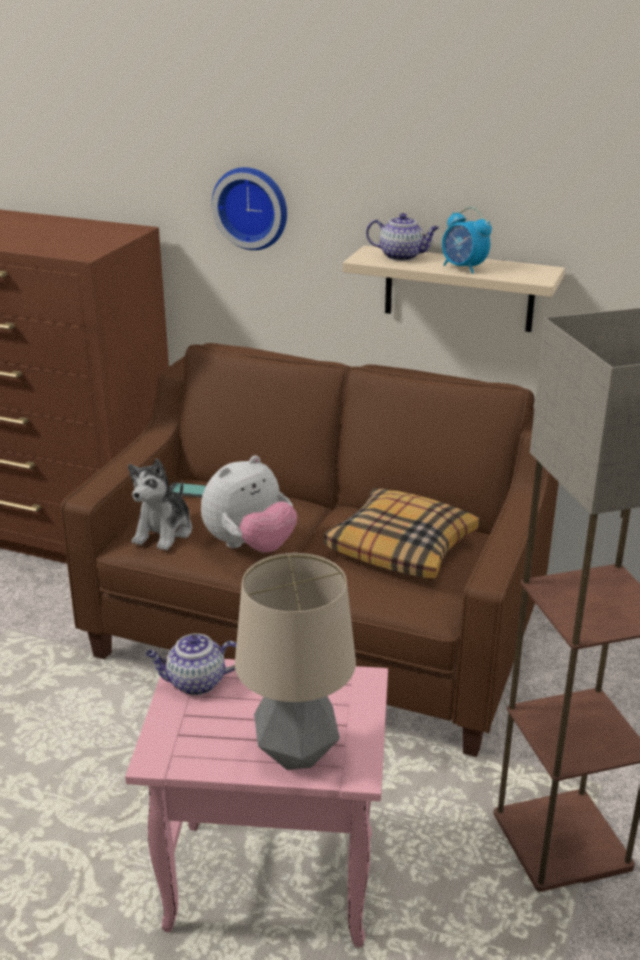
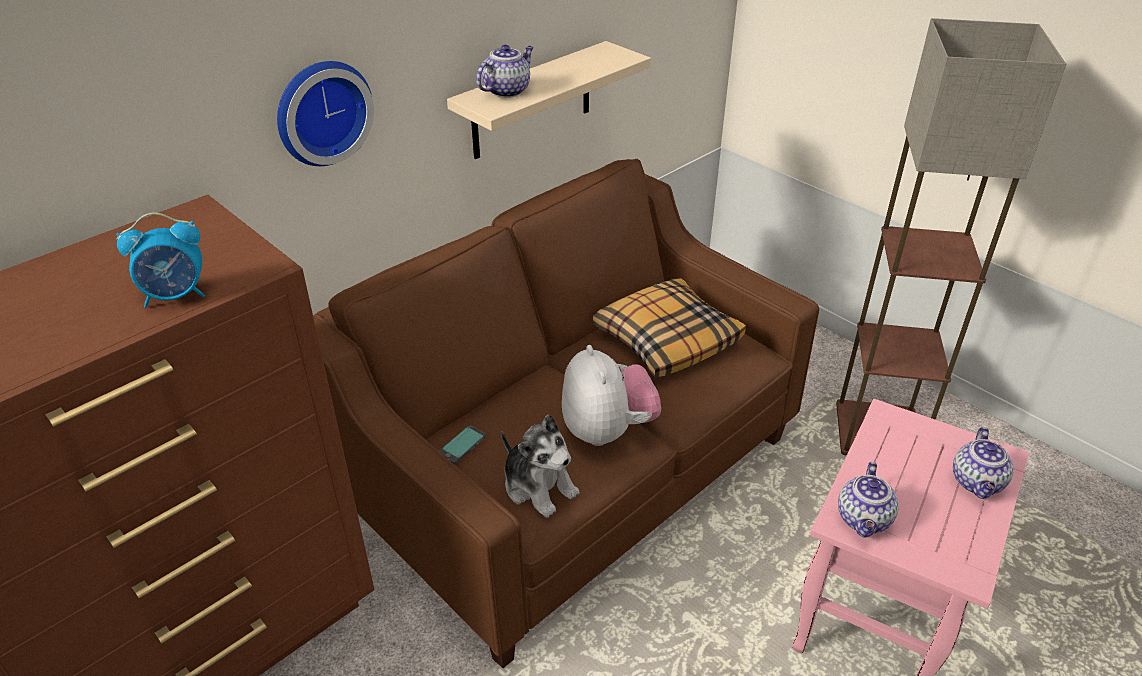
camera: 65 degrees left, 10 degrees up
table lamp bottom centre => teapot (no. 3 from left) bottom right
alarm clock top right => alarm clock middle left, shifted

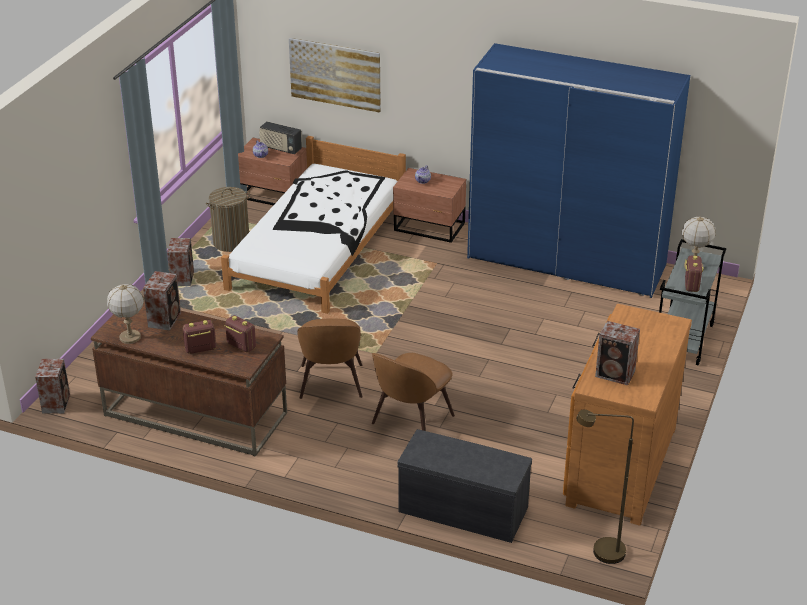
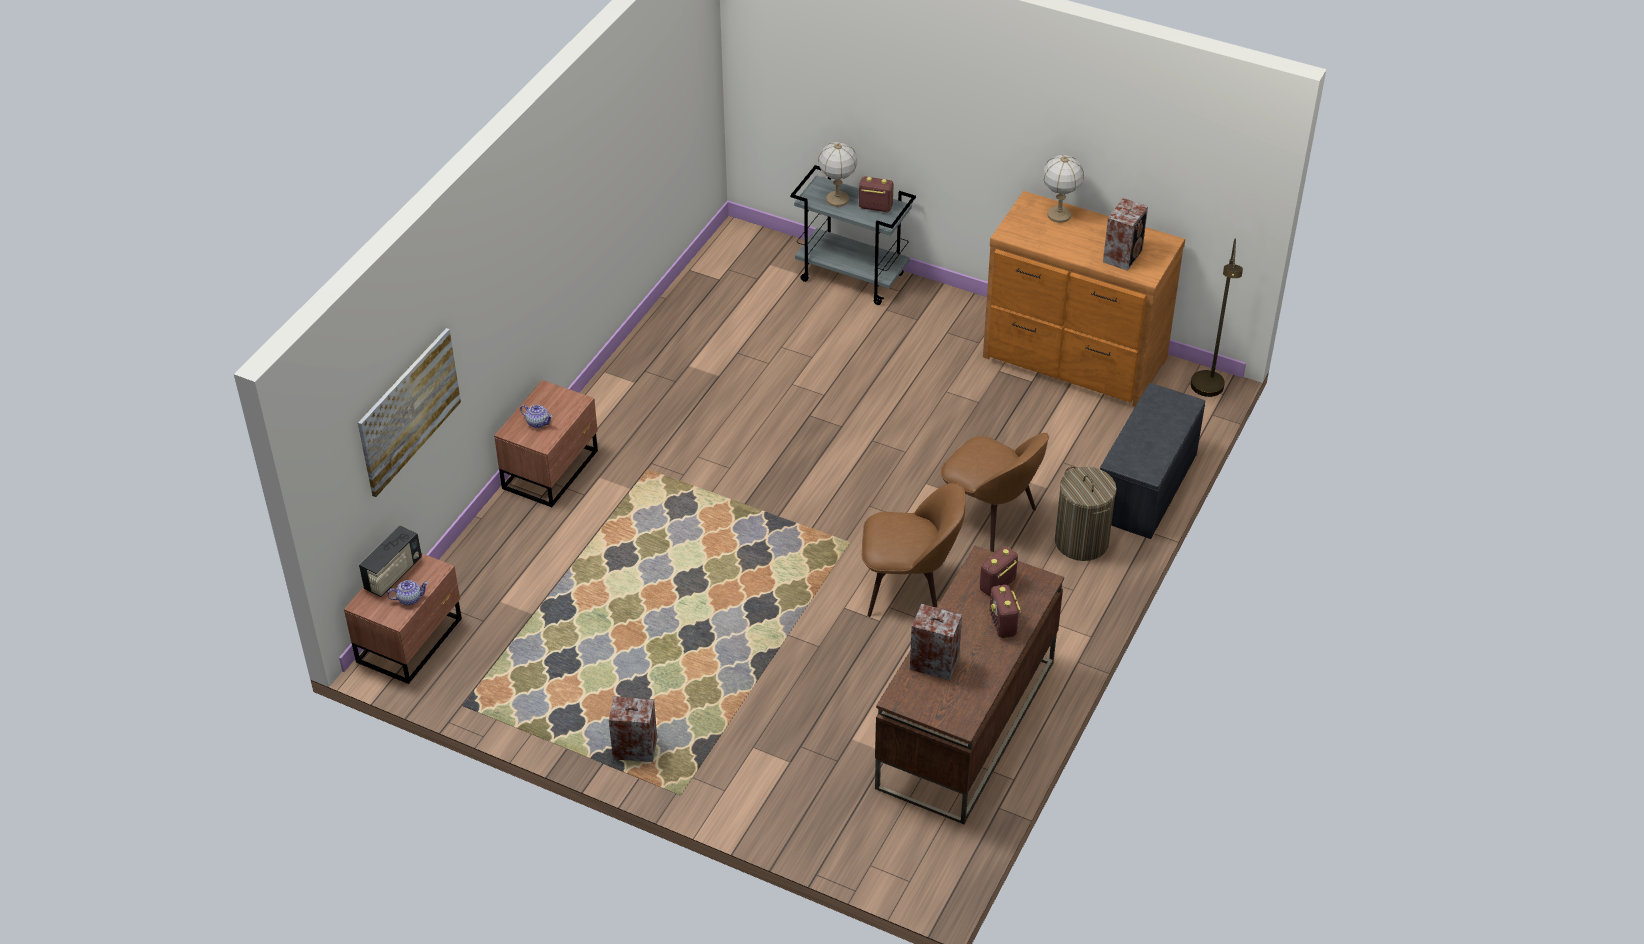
camera: 85 degrees left, 10 degrees up
speaker (no. 1 from left) middle left => nothing
table lamp (no. 1 from left in the first image) middle left => table lamp (no. 2 from left) top centre, shifted
laundry basket middle left => laundry basket centre, shifted
white bed centre => nothing
blue wardrobe top right => nothing

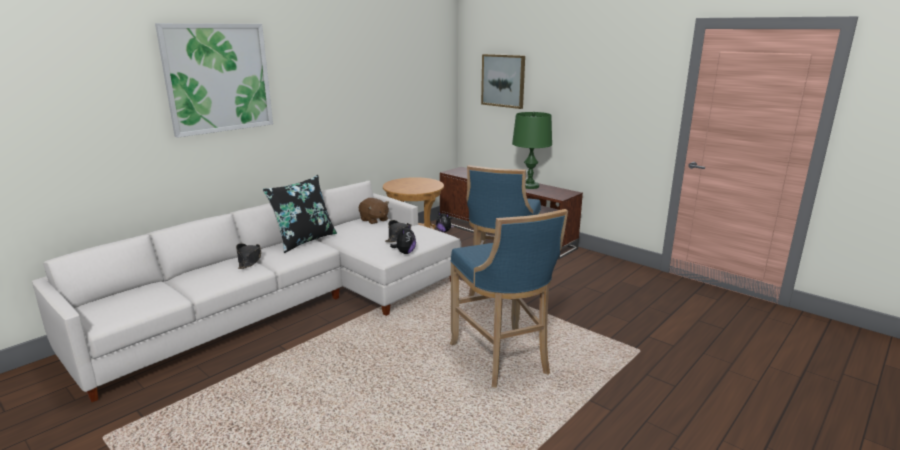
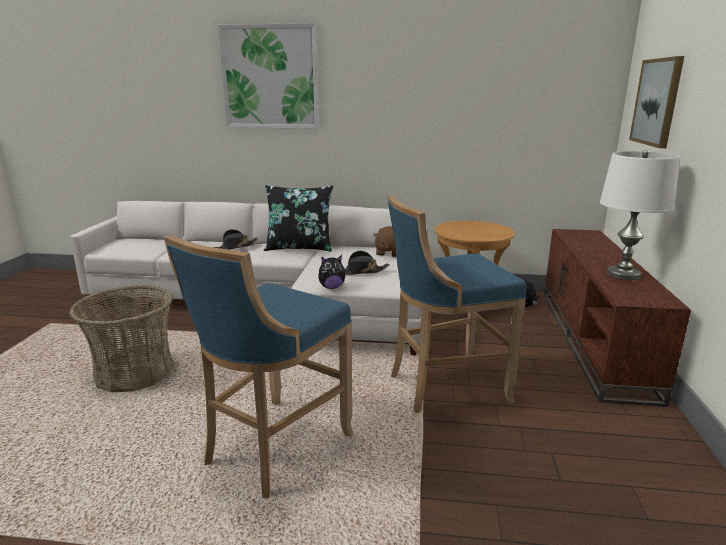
camera: 55 degrees right, 0 degrees up
green table lamp centre => white table lamp middle right
nothing => basket middle left

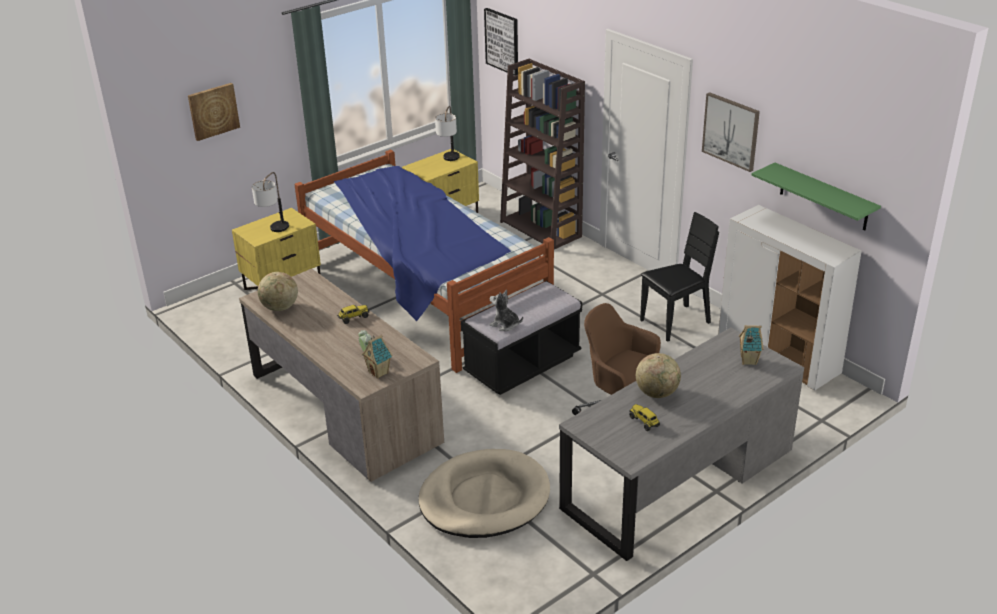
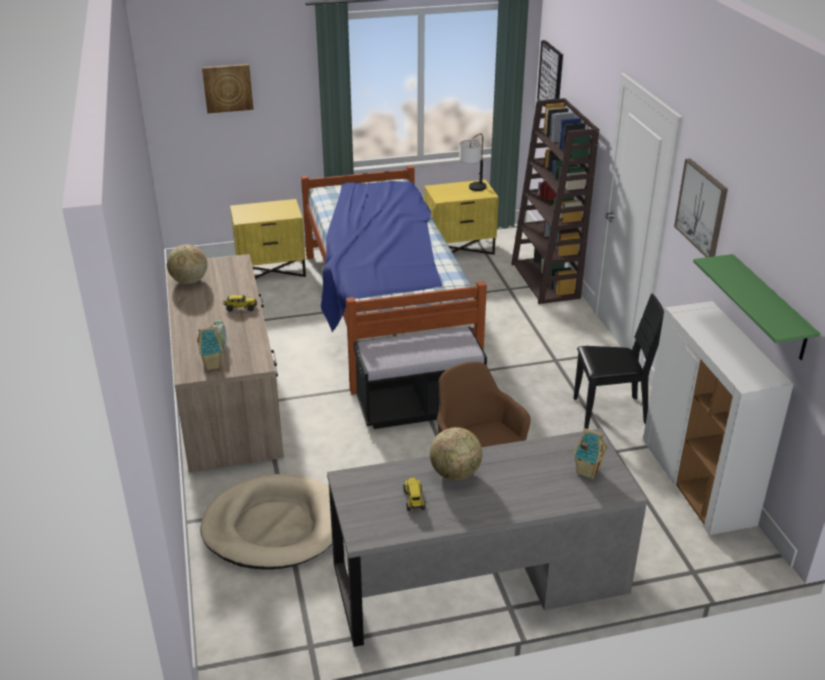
camera: 25 degrees right, 0 degrees up
table lamp (no. 1 from left) top left => nothing
plush toy centre => nothing

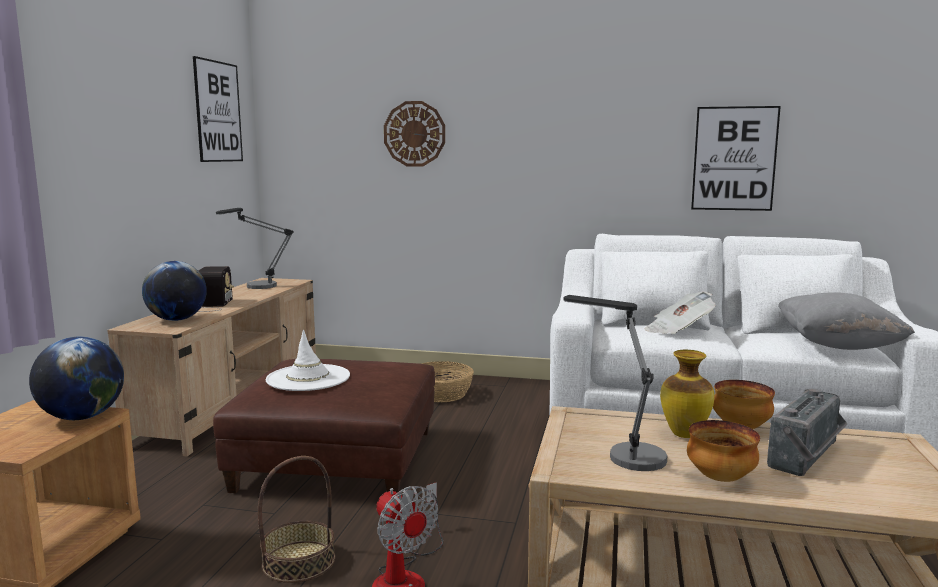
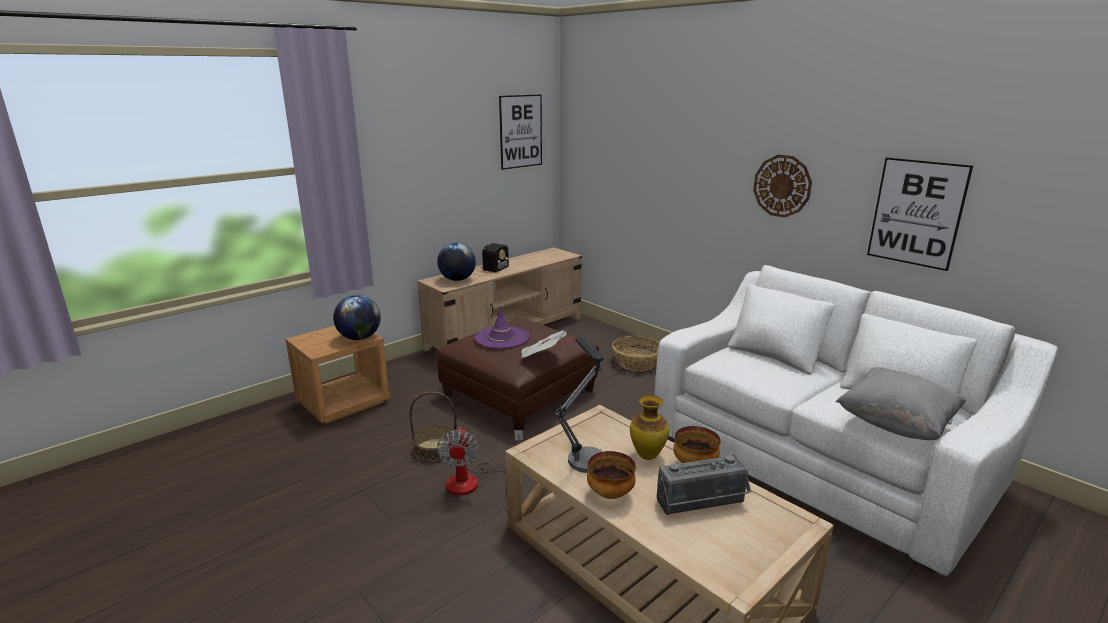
camera: 35 degrees right, 10 degrees up
table lamp (no. 1 from left) middle left => nothing
white hat middle left => purple hat centre
wall clock top centre => wall clock top right, shifted
newspaper middle right => newspaper centre, shifted

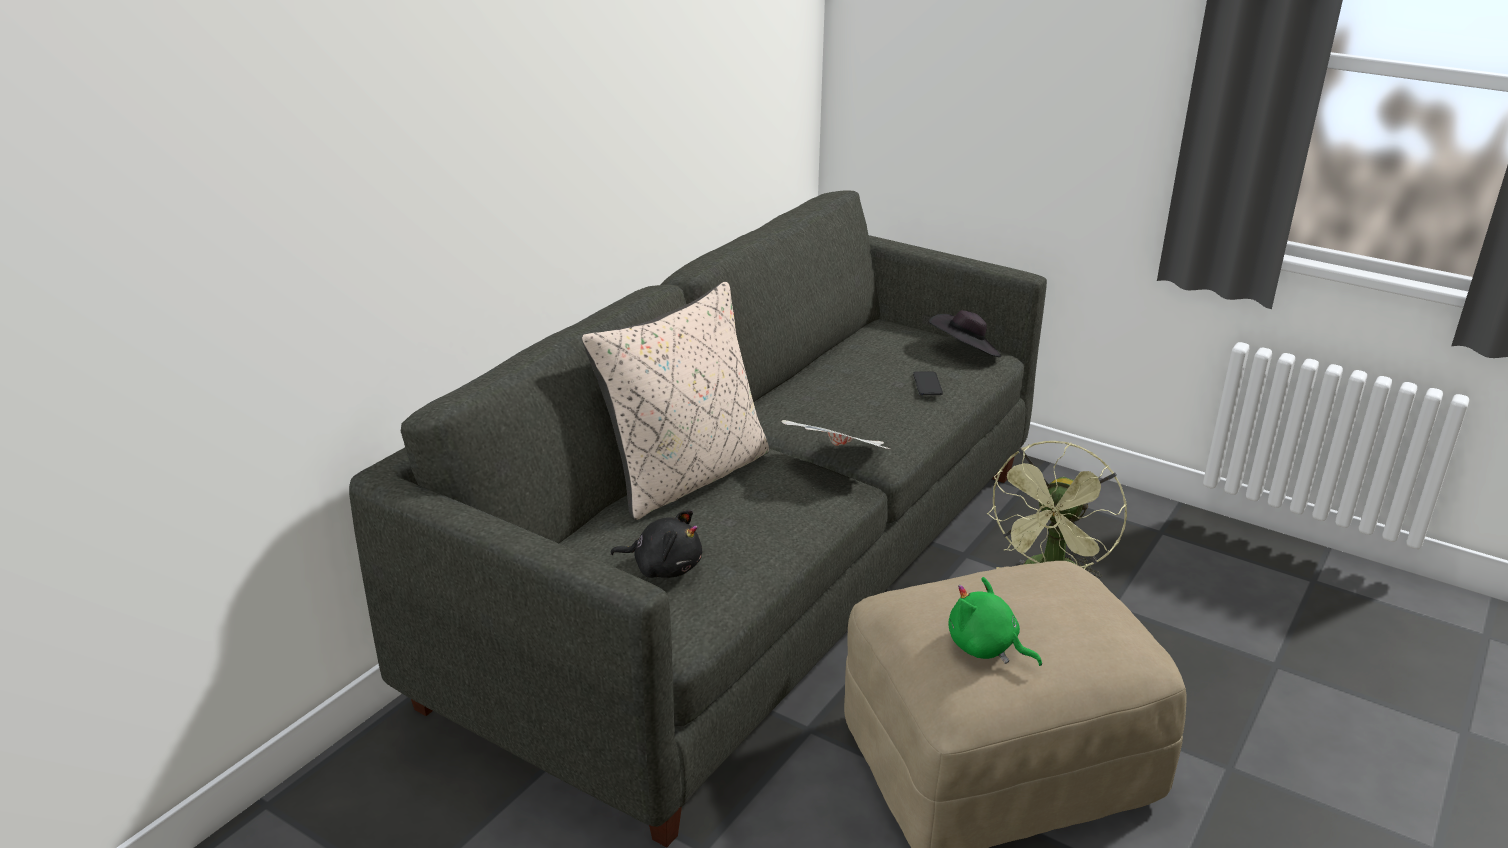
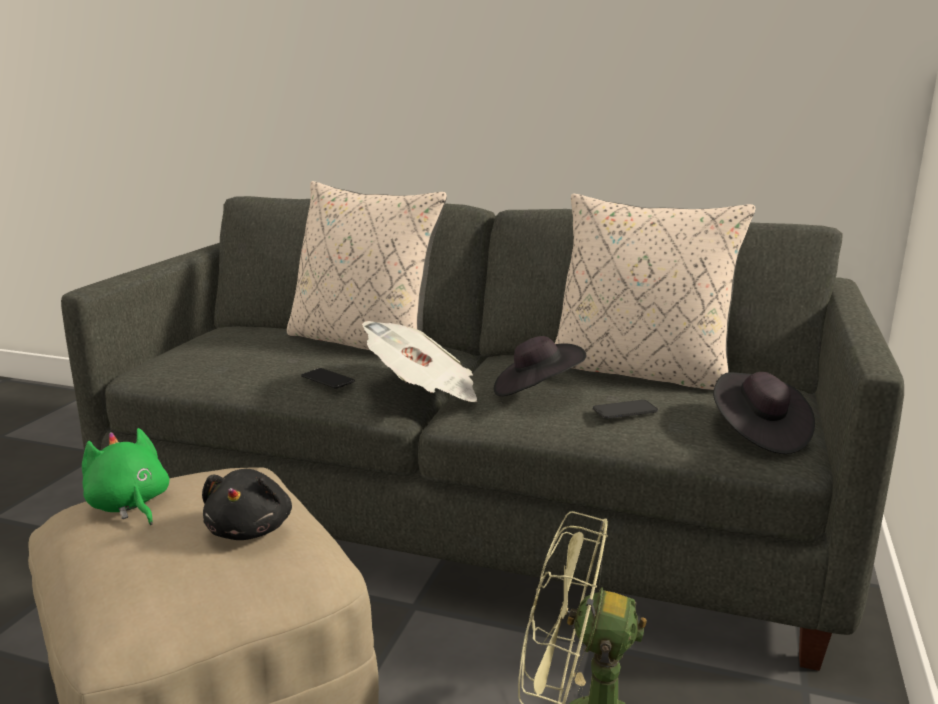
camera: 75 degrees right, 10 degrees down
black plush toy centre => black plush toy bottom left, shifted
green plush toy bottom centre => green plush toy bottom left, 60 degrees counterclockwise
nothing => phone (no. 1 from left) centre
nothing => black hat (no. 1 from left) centre
nothing => beige pillow (no. 2 from left) middle right

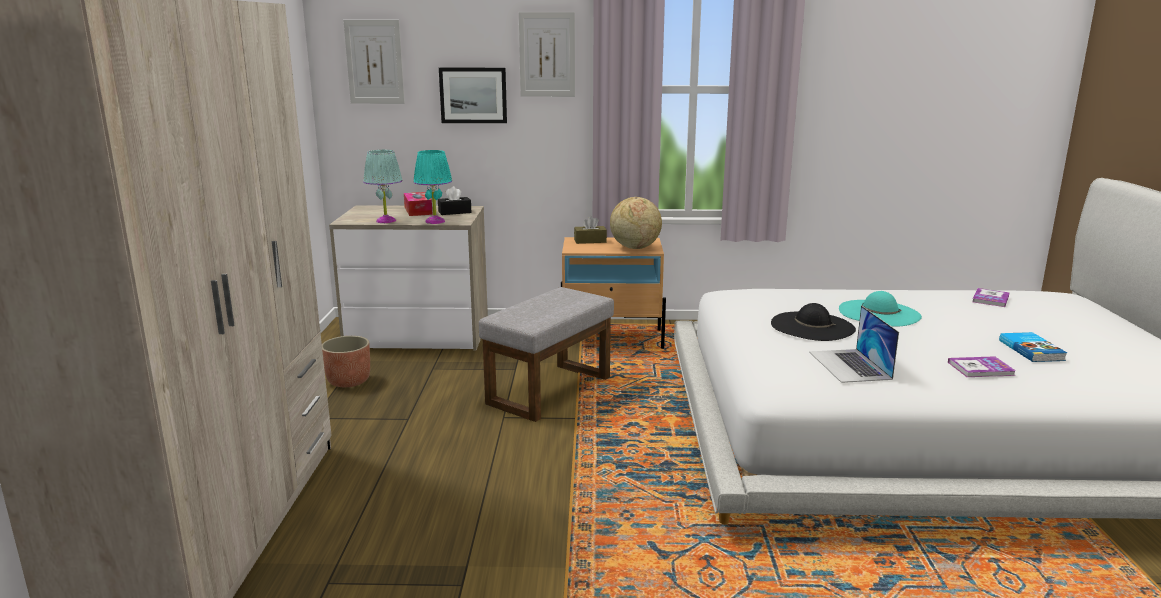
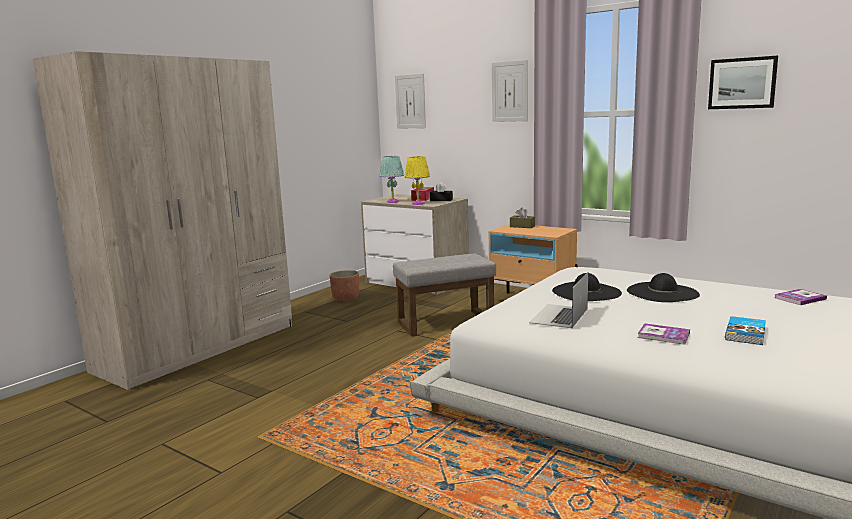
camera: 35 degrees right, 5 degrees down
turquoise table lamp (no. 2 from left) top centre => yellow table lamp centre
picture (no. 2 from left in the first image) top centre => picture (no. 3 from left) top right, shifted
globe centre => nothing
turquoise hat middle right => black hat (no. 2 from left) middle right

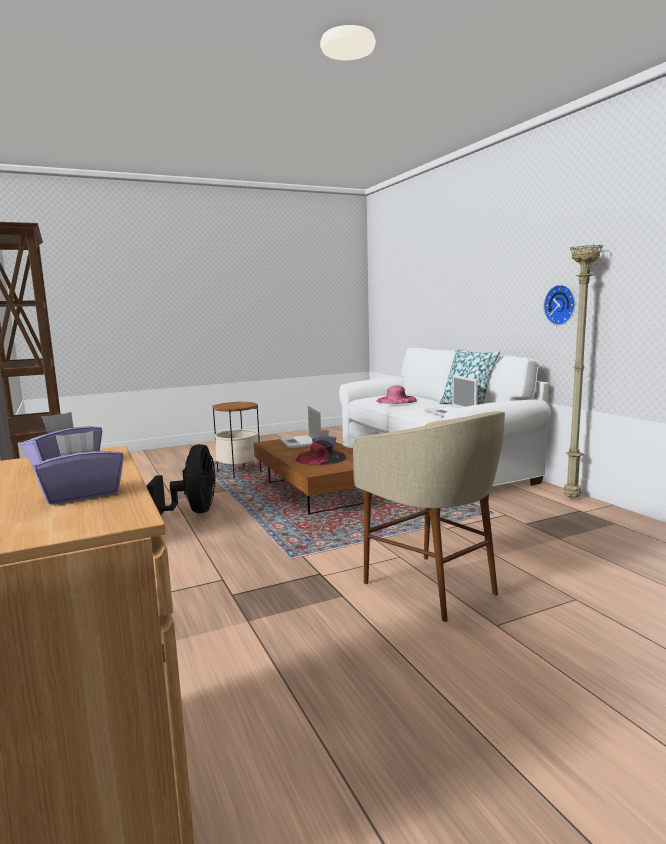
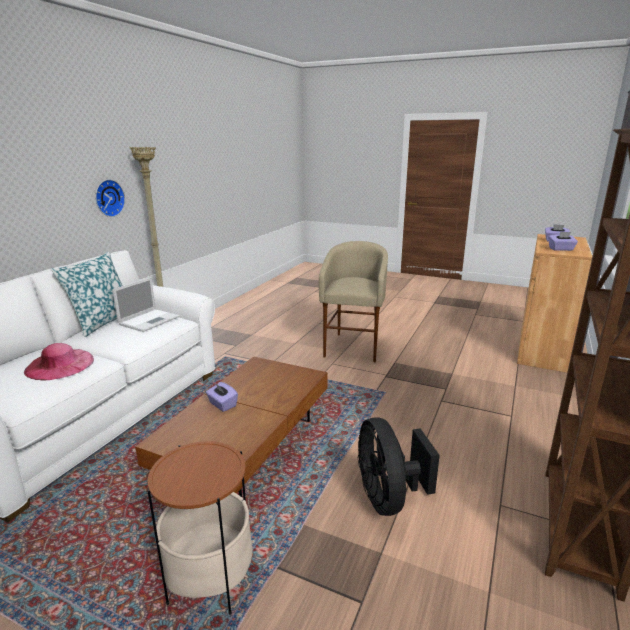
camera: 130 degrees left, 10 degrees up
black fan middle left => black fan bottom centre, 60 degrees counterclockwise
laptop (no. 1 from left) centre => nothing
black hat centre => nothing

